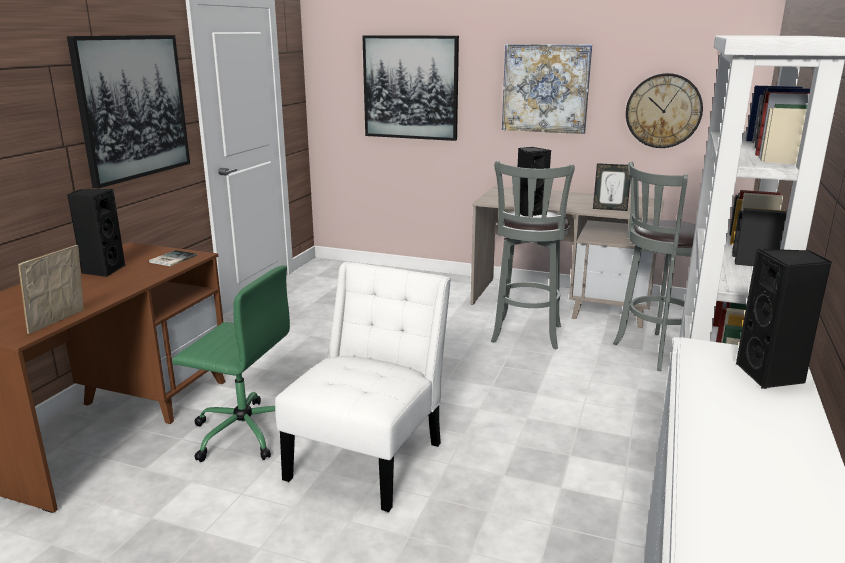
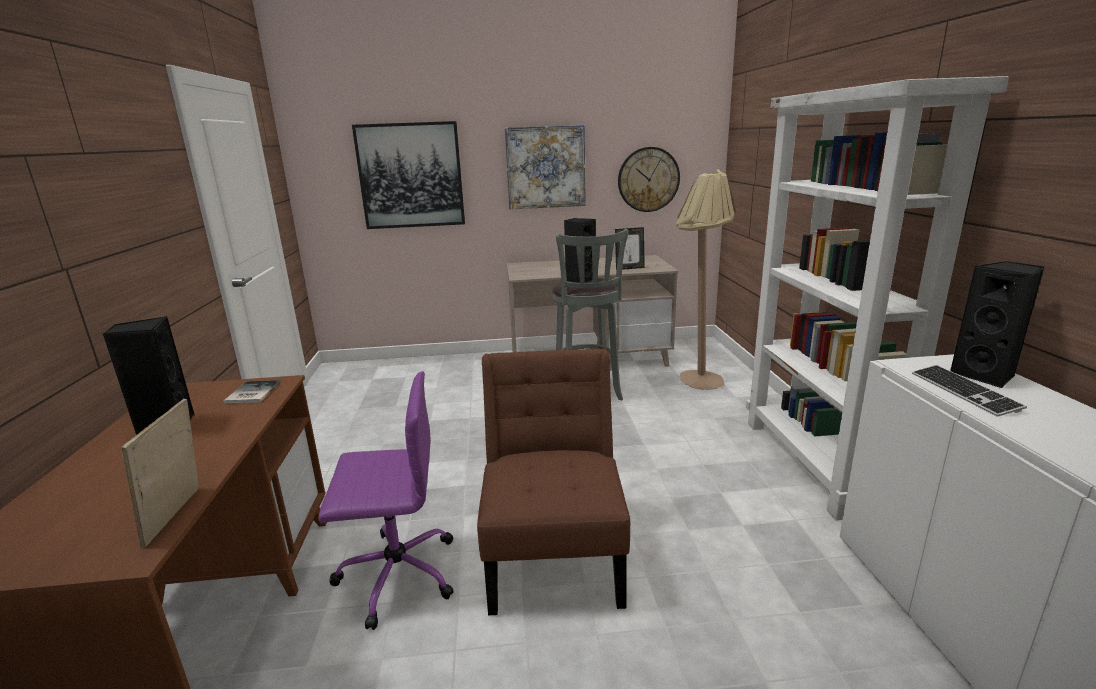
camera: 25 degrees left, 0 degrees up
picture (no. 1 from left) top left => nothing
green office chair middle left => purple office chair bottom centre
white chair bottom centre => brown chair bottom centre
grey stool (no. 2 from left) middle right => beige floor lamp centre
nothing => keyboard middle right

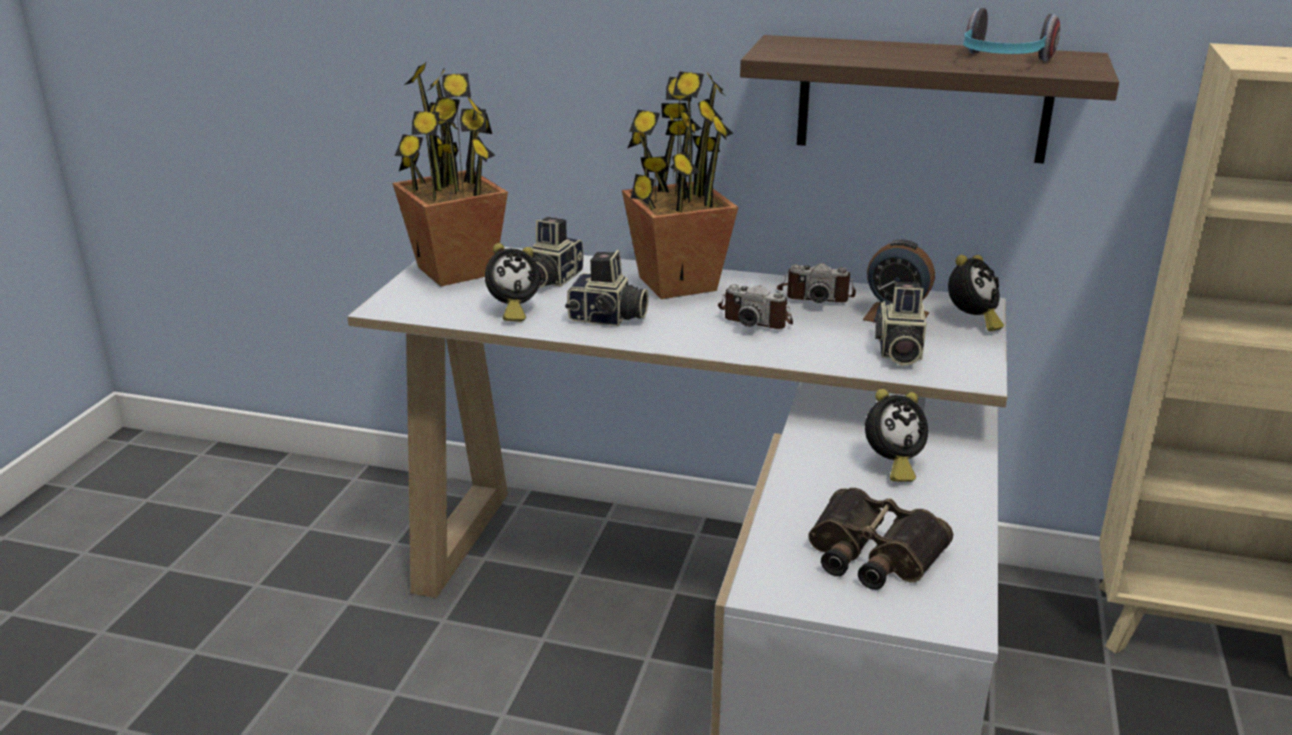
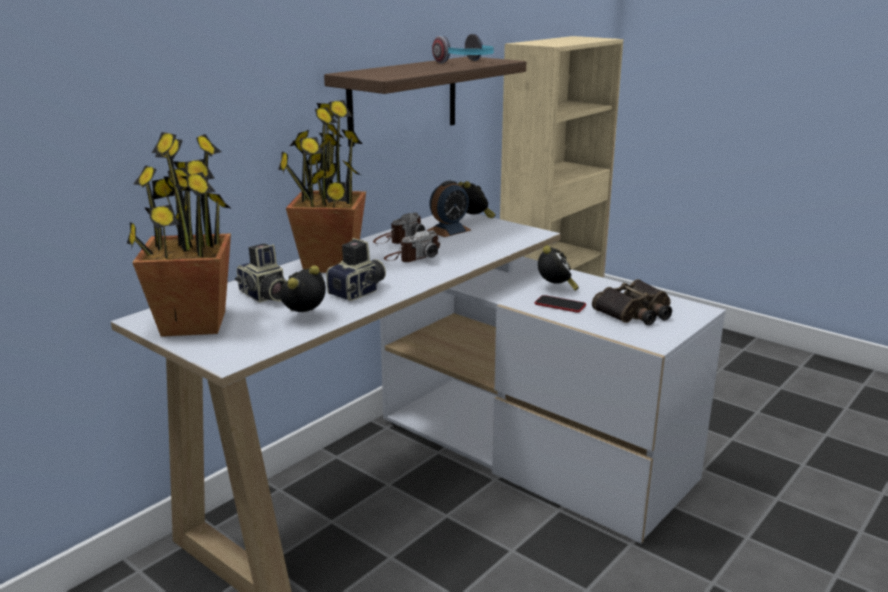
camera: 65 degrees left, 5 degrees down
alarm clock (no. 1 from left) centre, 135 degrees counterclockwise
photo camera (no. 5 from left) middle right => nothing
nothing => phone centre

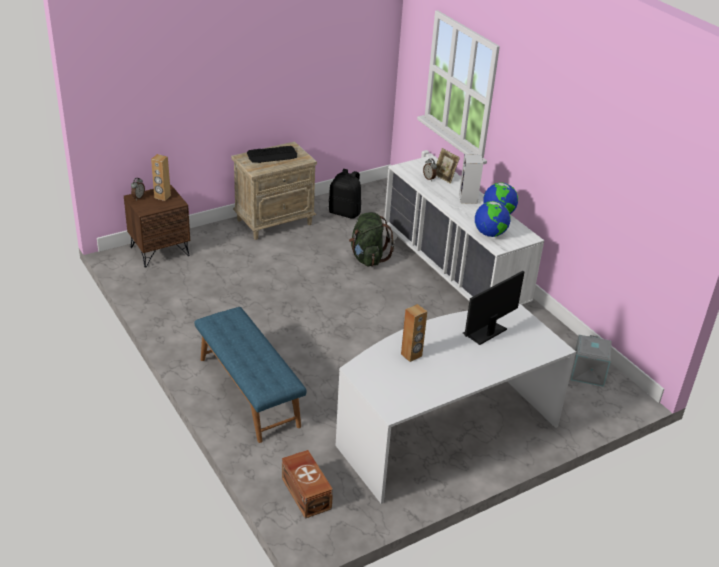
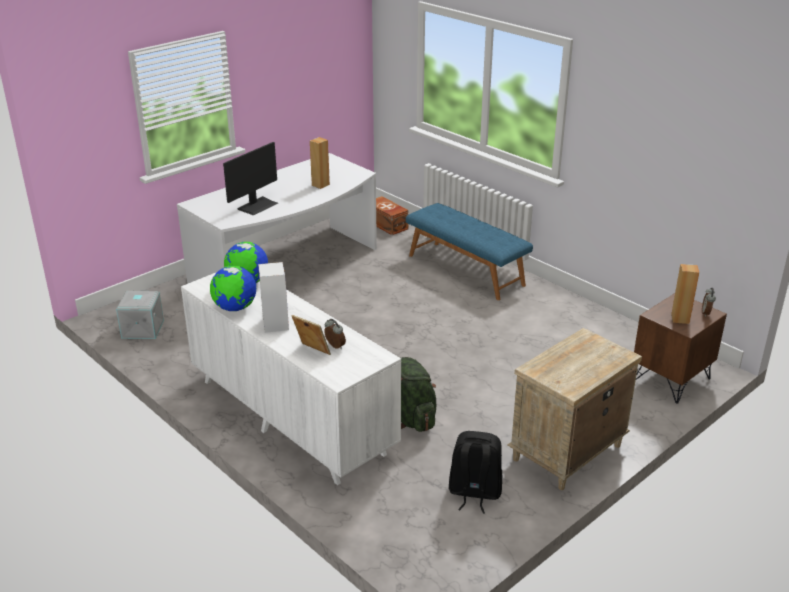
camera: 170 degrees right, 5 degrees down
keyboard top centre => nothing

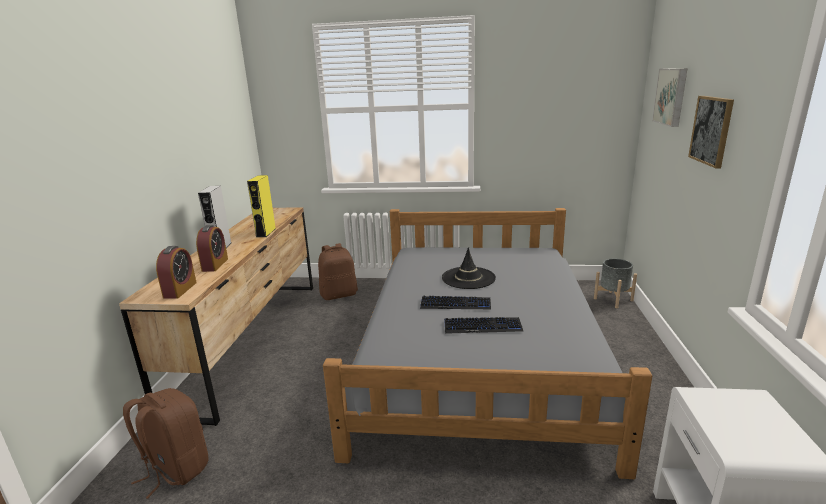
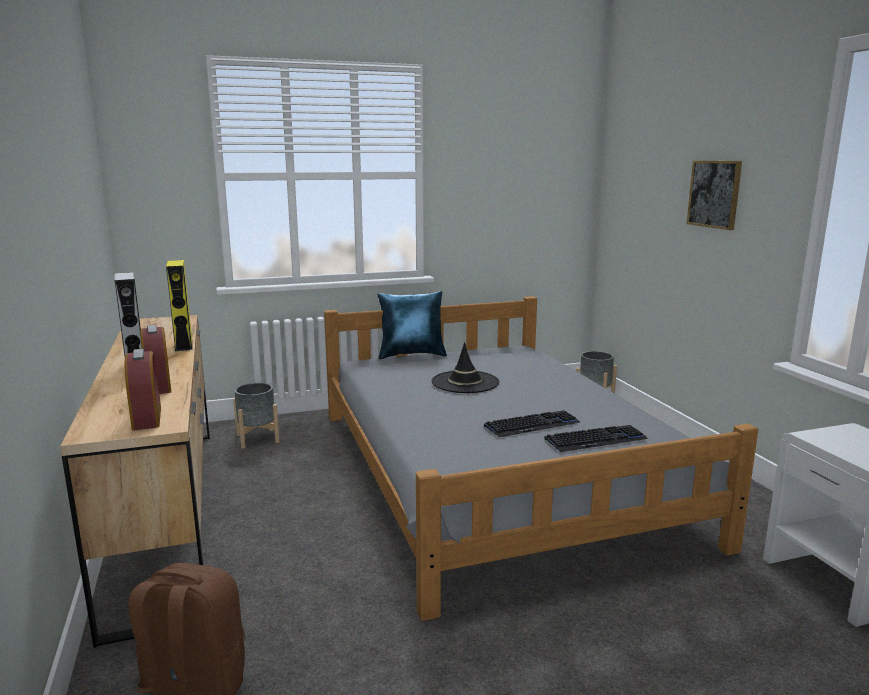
camera: 25 degrees left, 5 degrees down
brown backpack (no. 2 from left) centre => grey planter (no. 1 from left) middle left
keyboard (no. 1 from left in the first image) centre => keyboard (no. 2 from left) middle right, shifted
picture (no. 1 from left) top right => nothing
nothing => blue pillow centre

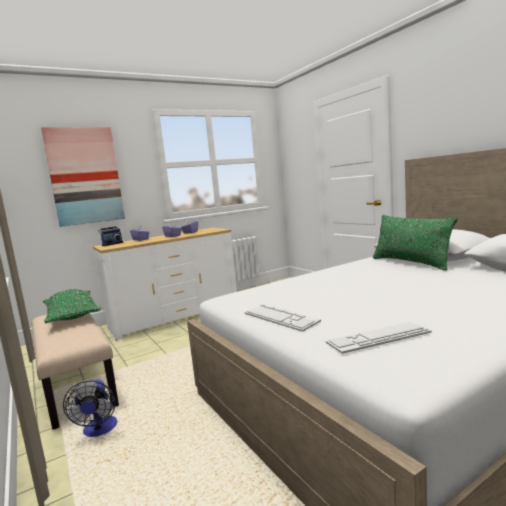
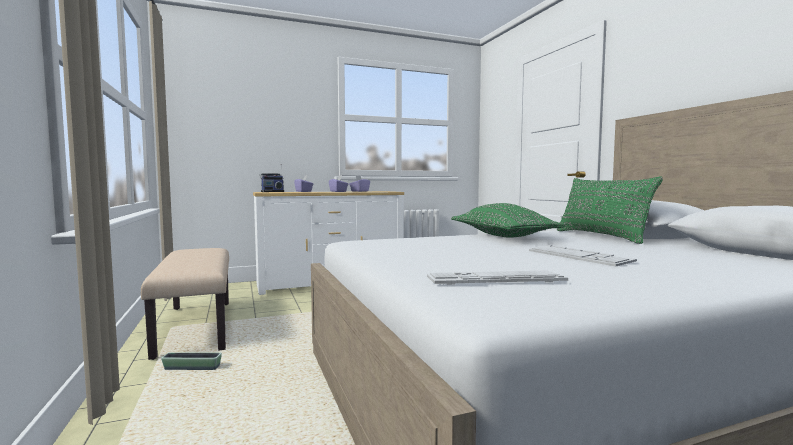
camera: 10 degrees right, 5 degrees down
picture middle left => nothing
green pillow (no. 1 from left) middle left => green pillow (no. 1 from left) centre, shifted
fan bottom left => planter bottom left
keyboard (no. 1 from left in the first image) centre => keyboard (no. 2 from left) middle right, shifted

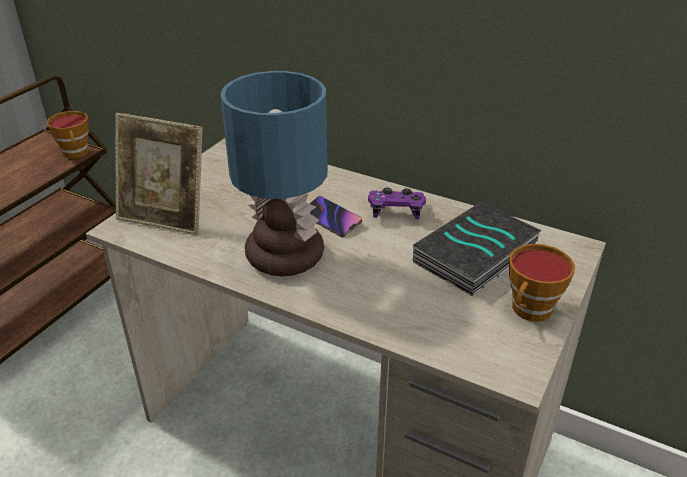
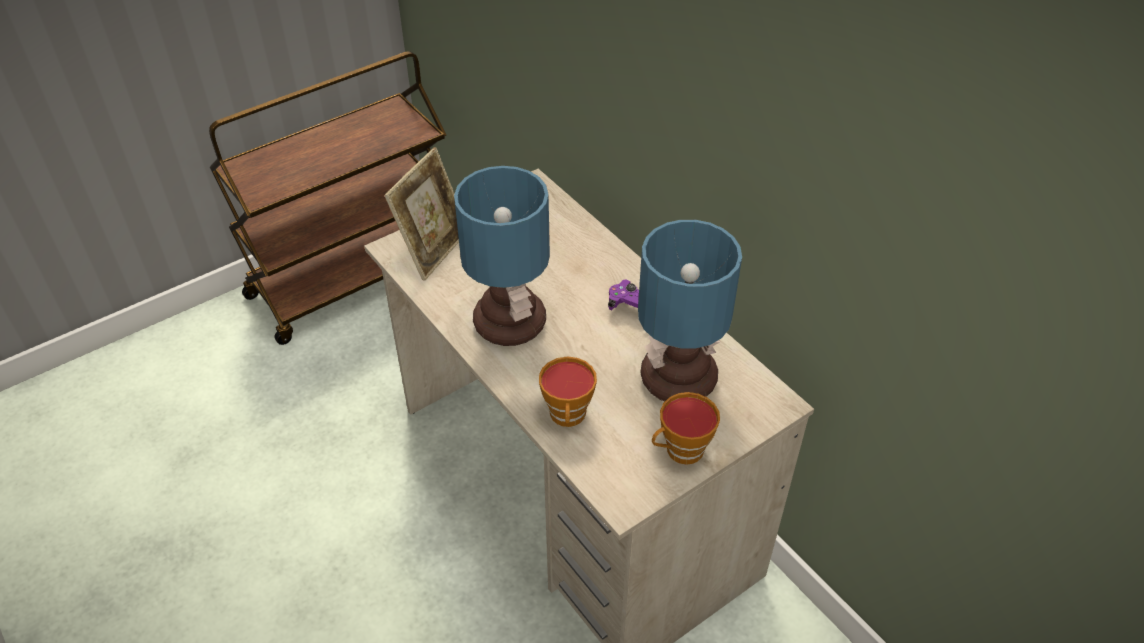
camera: 25 degrees right, 10 degrees up
cup (no. 1 from left) top left => cup (no. 1 from left) centre, shifted
picture frame middle left => picture frame top centre, 105 degrees counterclockwise
phone centre => nothing
book middle right => table lamp (no. 2 from left) centre

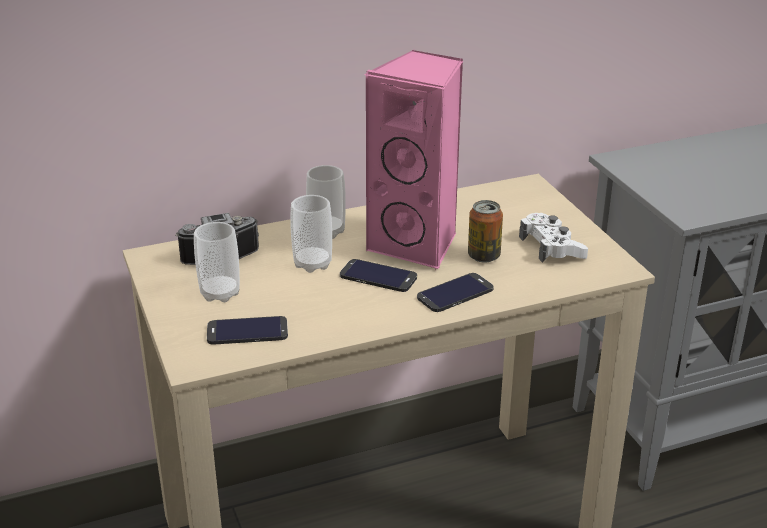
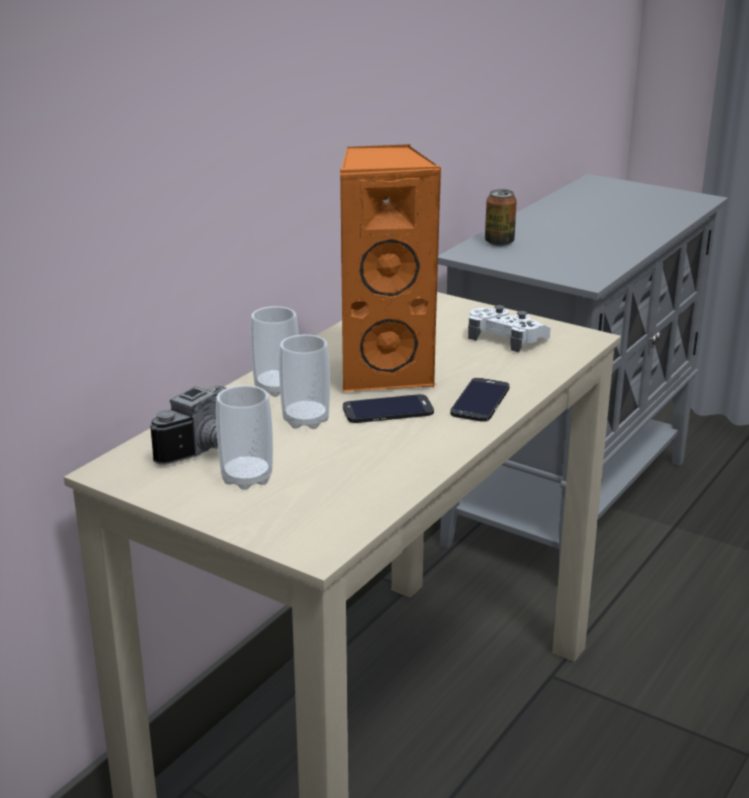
camera: 35 degrees left, 5 degrees down
phone (no. 1 from left) middle left => nothing
pink speaker top centre => orange speaker centre
can centre => can top right, shifted

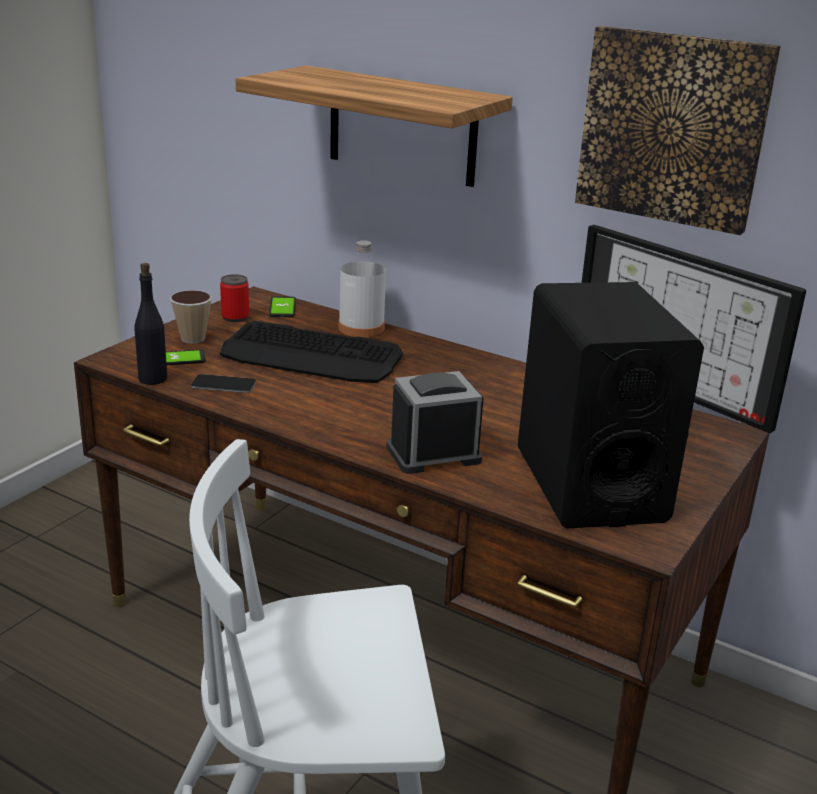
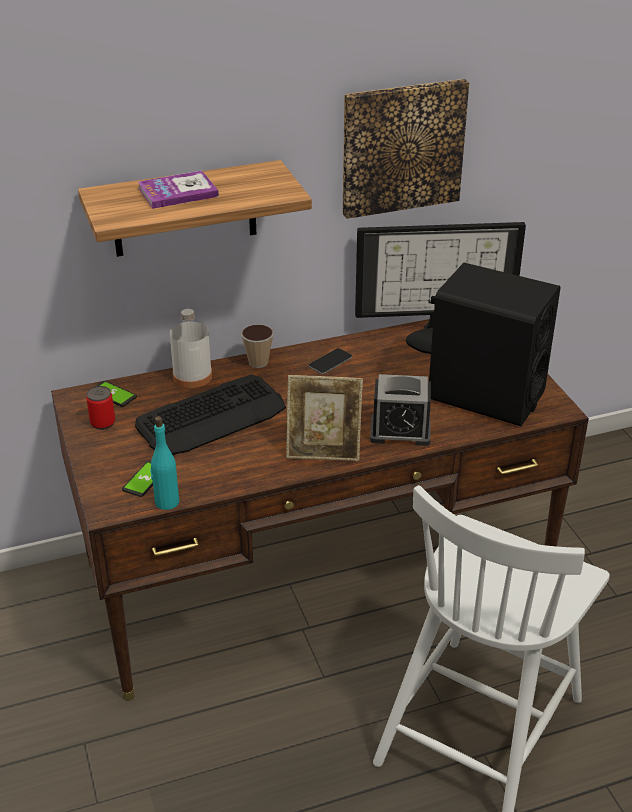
camera: 50 degrees left, 10 degrees up
black bottle middle left => turquoise bottle middle left
cup middle left => cup centre, shifted
phone (no. 2 from left in the first image) middle left => phone (no. 3 from left) centre, shifted
alarm clock centre, 105 degrees counterclockwise
nothing => book top left
nothing => picture frame centre

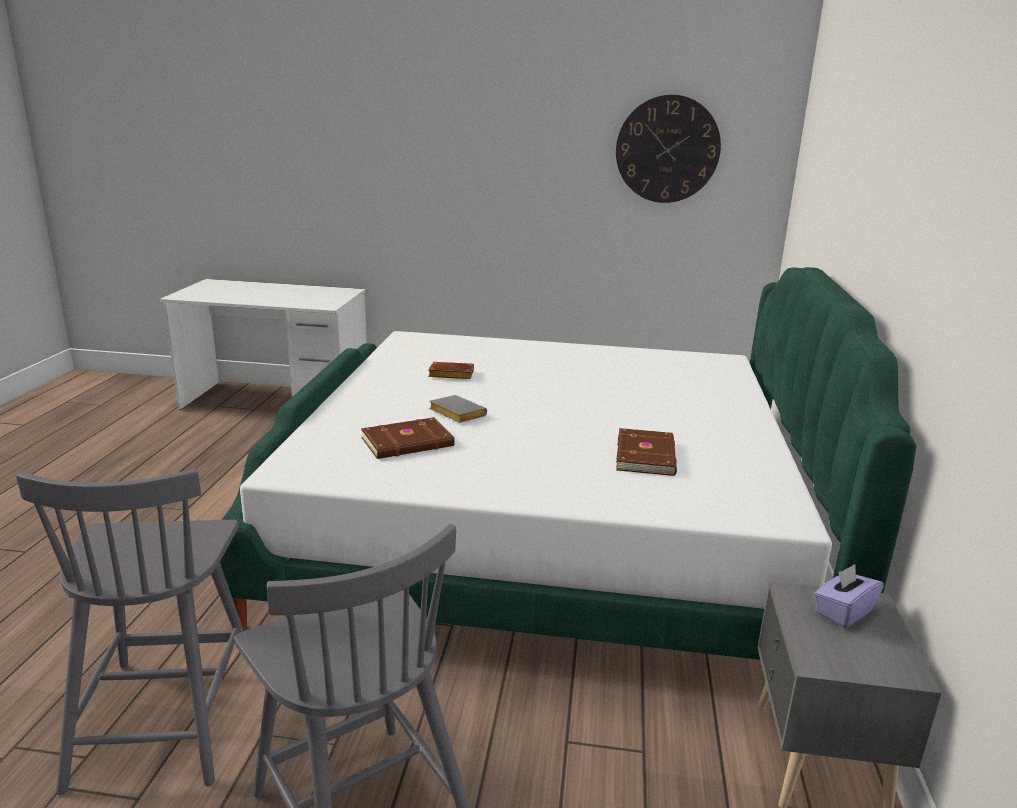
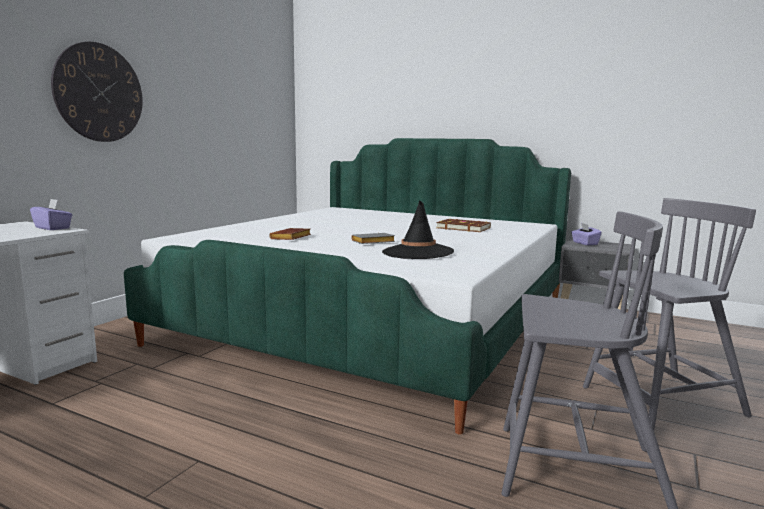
camera: 70 degrees left, 10 degrees down
brown book (no. 1 from left) centre => black hat centre
wall clock top centre => wall clock top left, shifted
nothing => purple tissue box (no. 1 from left) middle left

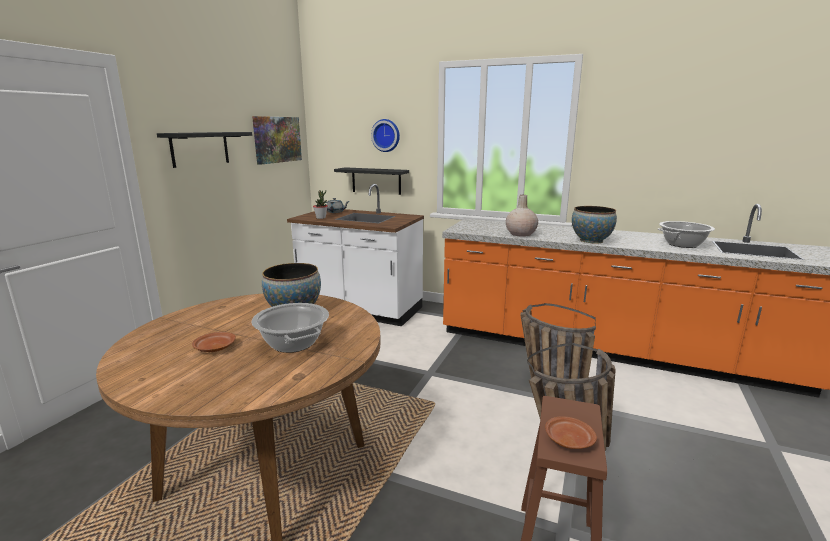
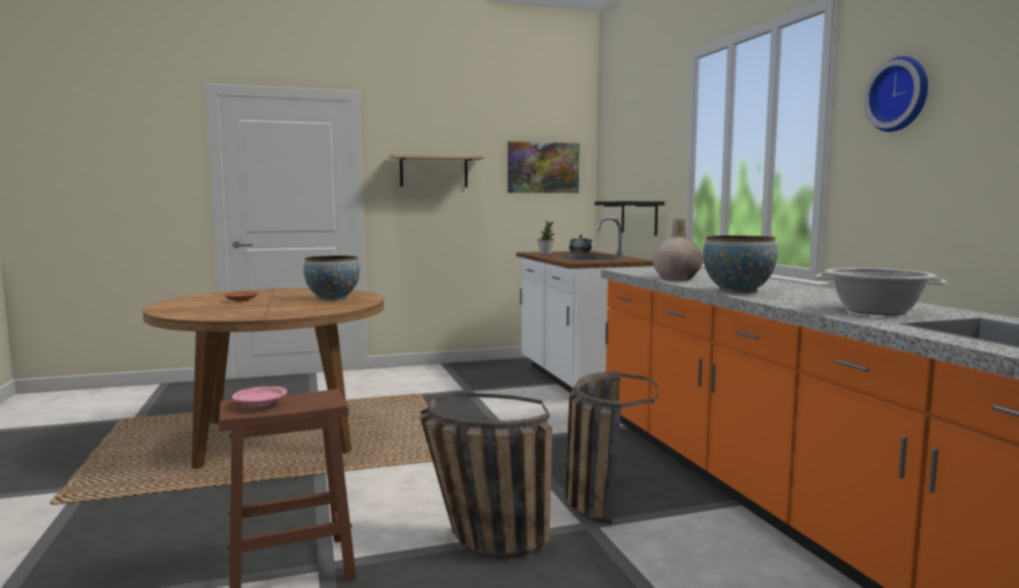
camera: 50 degrees right, 10 degrees down
black shelf (no. 1 from left) top left => beige shelf top centre
cooking pot (no. 1 from left) centre => nothing
wall clock top centre => wall clock top right, shifted
brown plate (no. 2 from left) bottom right => pink plate bottom left

